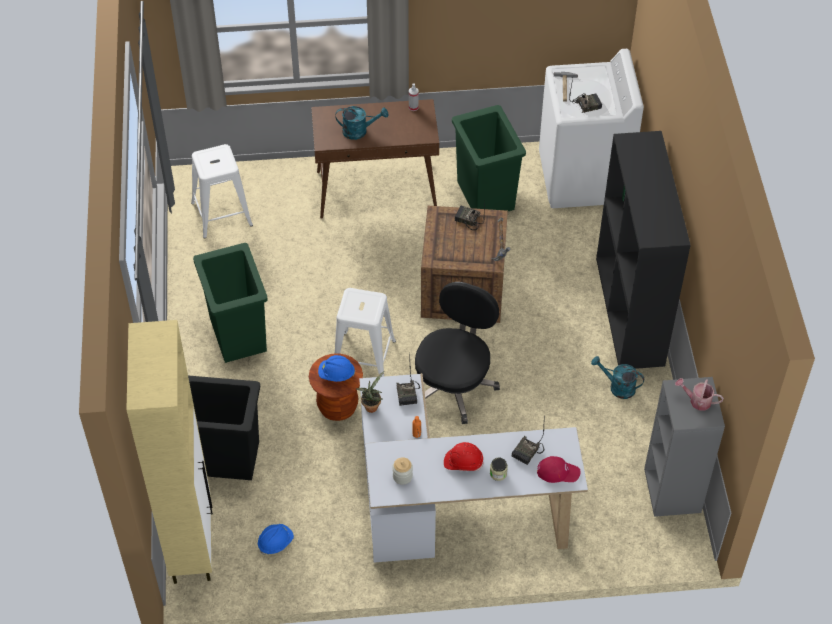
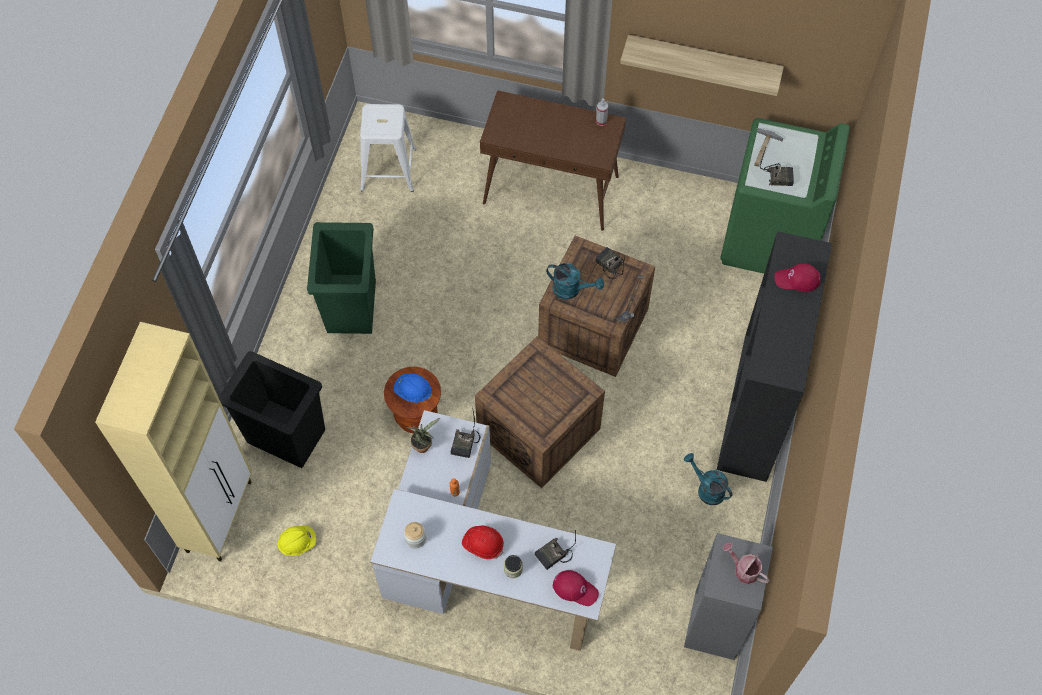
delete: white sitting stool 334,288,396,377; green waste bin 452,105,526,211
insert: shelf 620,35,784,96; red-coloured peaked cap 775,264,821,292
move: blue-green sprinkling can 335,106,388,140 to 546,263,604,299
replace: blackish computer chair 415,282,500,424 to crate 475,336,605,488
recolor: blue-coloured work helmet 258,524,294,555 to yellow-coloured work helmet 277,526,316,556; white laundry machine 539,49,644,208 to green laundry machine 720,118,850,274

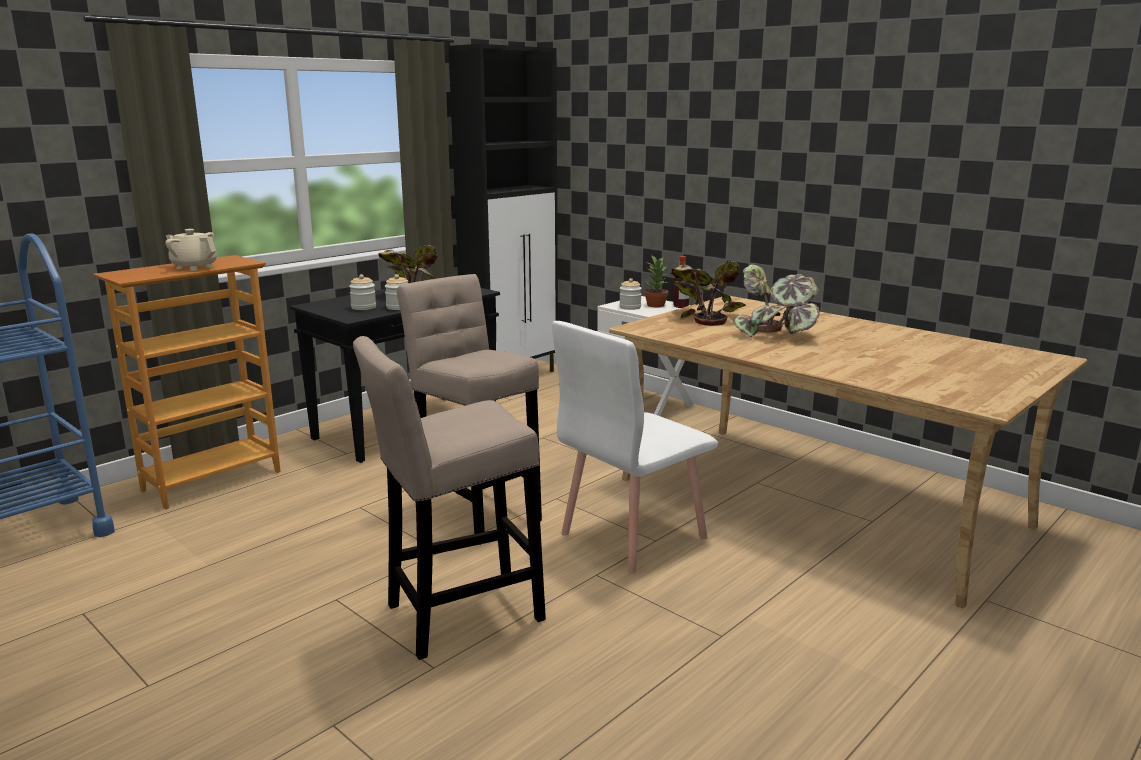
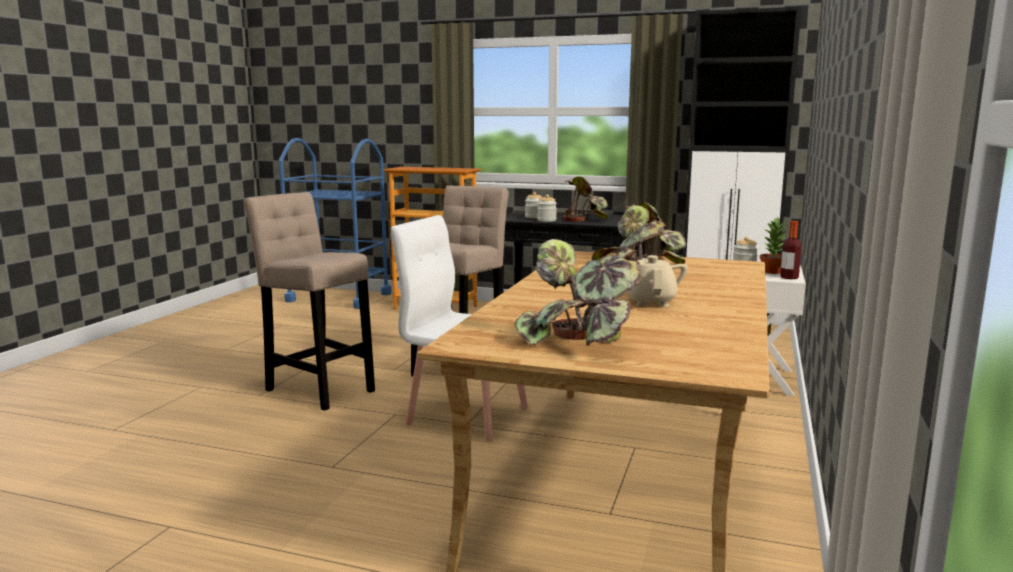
insert: plant in a pot 515,239,642,346
move: sand-coloured pot for tea 165,229,217,271 to 627,255,688,307

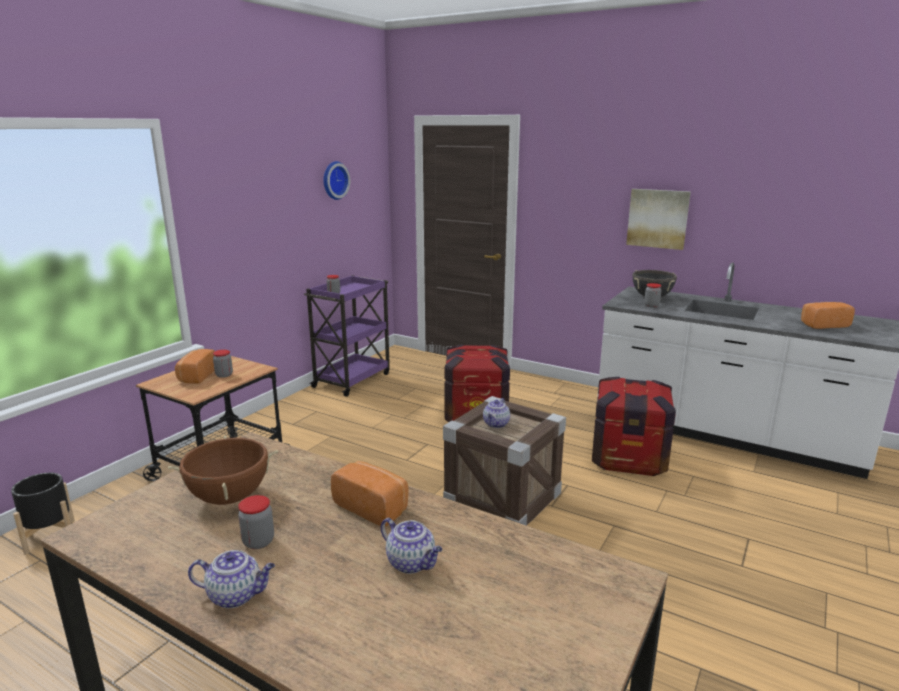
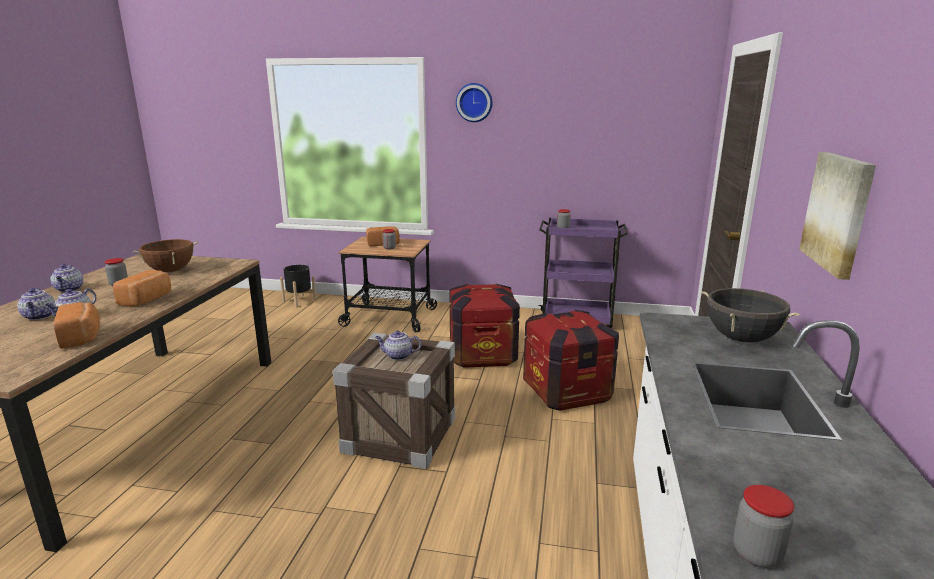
insert: pot for tea 17,288,55,320
move: bakery bread 801,302,855,329 to 53,302,100,349; crate 592,377,676,476 to 449,284,520,368; hanging clock 323,161,350,200 to 456,83,493,122; jar 644,283,662,307 to 733,485,794,567

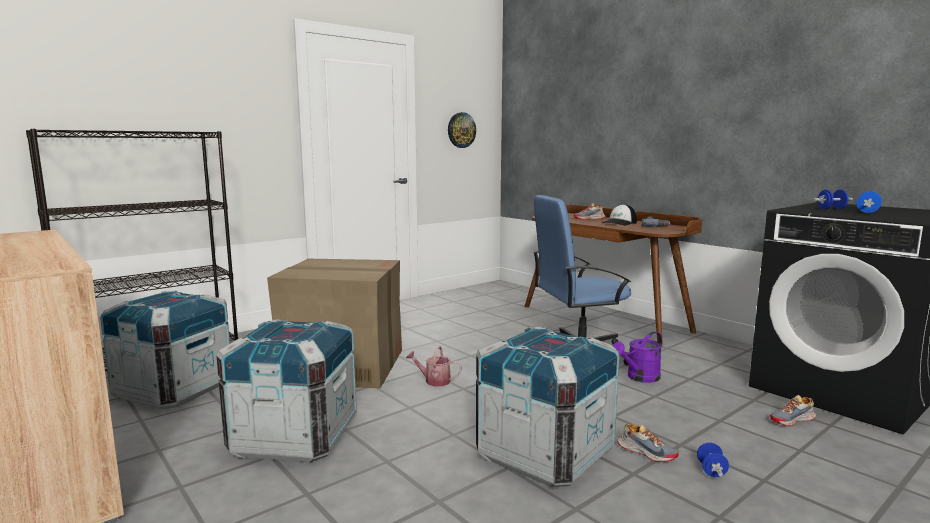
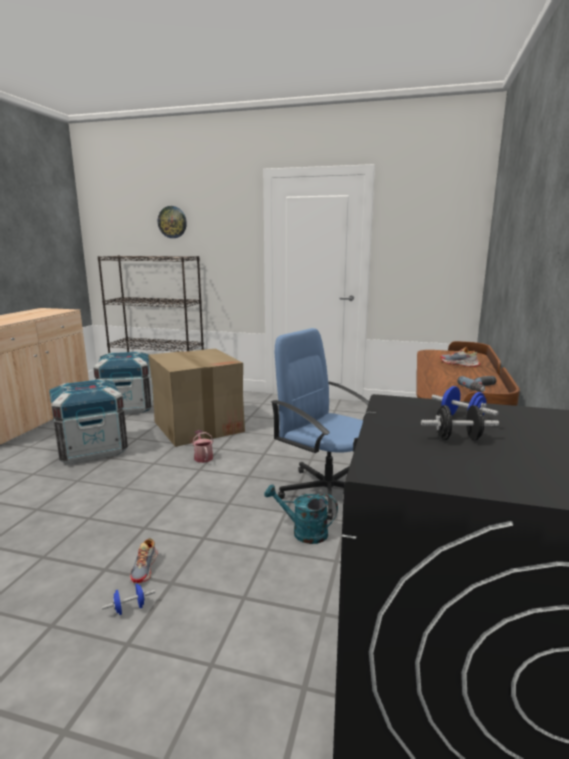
delete: crate 476,327,620,487; peaked cap 602,204,637,226; item of footwear 770,395,816,426
move: hanging clock 448,112,476,148 to 158,206,187,238
recolor: purple sprinkling can 613,332,662,383 to blue-green sprinkling can 264,484,338,544; blue-coloured free weight 856,191,882,213 to blackish free weight 421,405,499,440

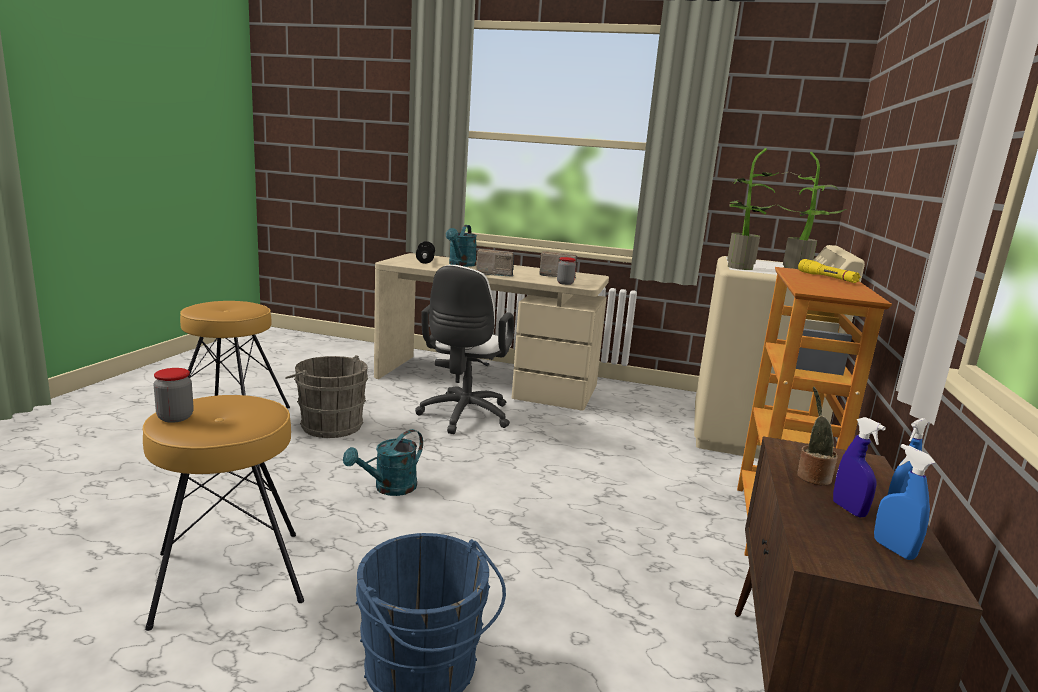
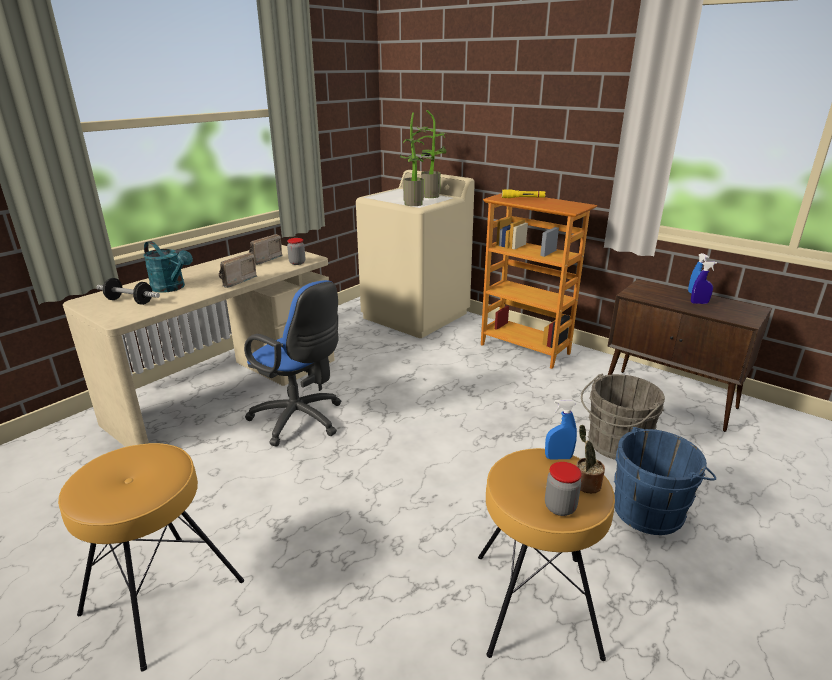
delete: blue-green sprinkling can 343,429,423,496
move: blue-coloured hand sprayer 874,444,936,560 to 545,399,577,460; plant in a pot 797,386,837,486 to 576,425,605,493; grey water bucket 285,355,368,438 to 581,374,665,460
recolor: white computer chair 415,265,514,434 to blue-coloured computer chair 244,280,341,446

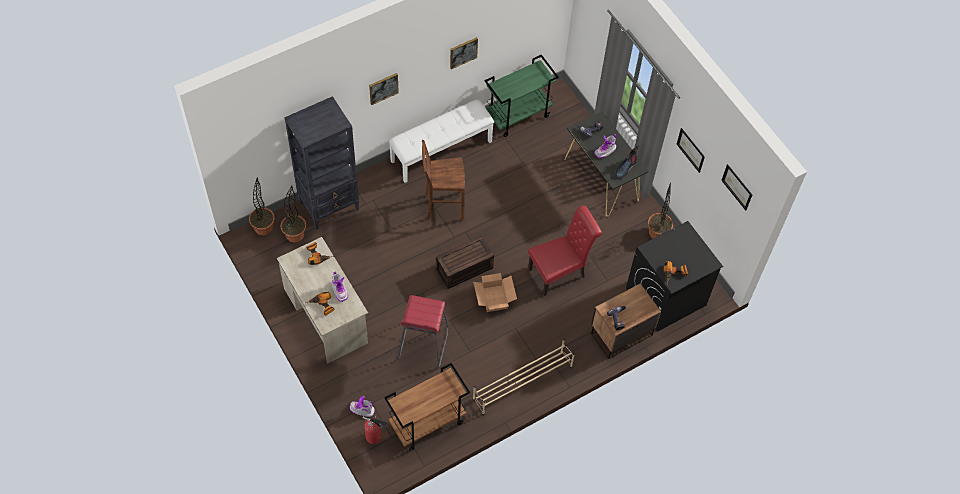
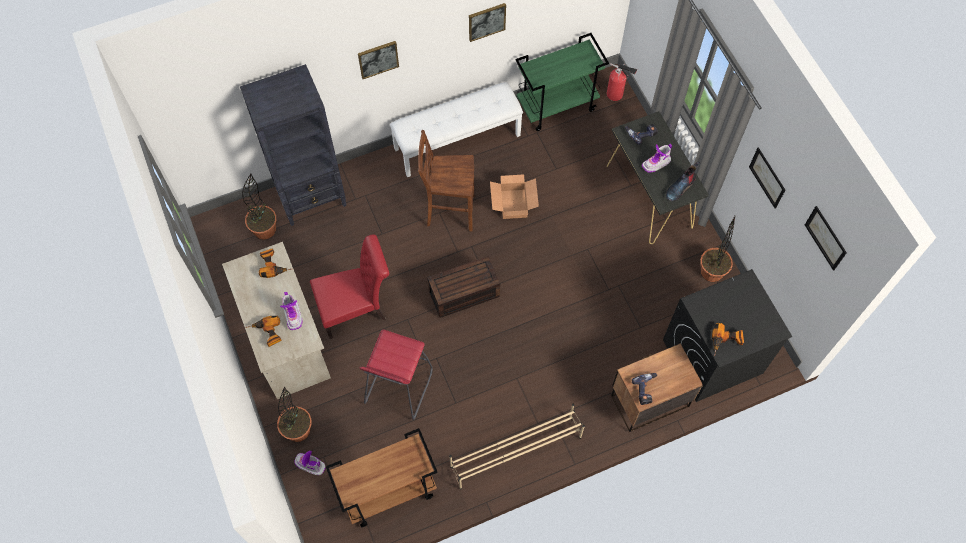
move: plant in a pot 249,177,275,236 to 277,387,312,442; red-coloured plain chair 528,206,602,296 to 310,234,389,339; packing box 473,273,517,312 to 490,174,539,219; fire-fighting cylinder 363,416,388,444 to 607,63,637,101

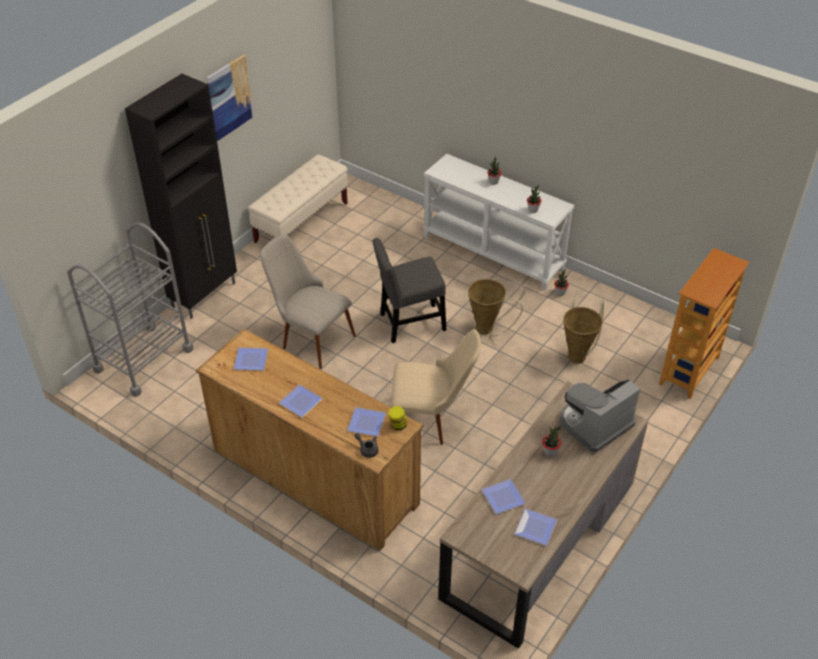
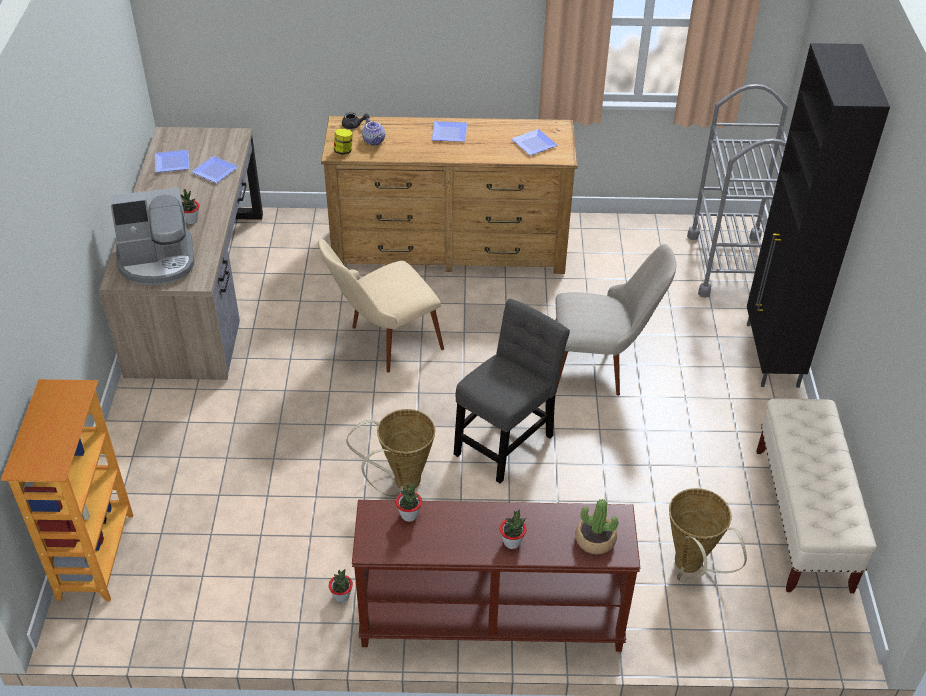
delete: picture 206,54,253,141
insert: plant in a pot 575,499,618,554
move: basket 563,294,604,364 to 669,488,747,583
replace: plate 347,407,386,437 to pot for tea 362,118,385,145
recolor: white hall table 423,154,575,291 to brown-coloured hall table 352,500,640,652
rotate: coffee maker 560,379,640,452 = 111,187,194,285 60 degrees clockwise

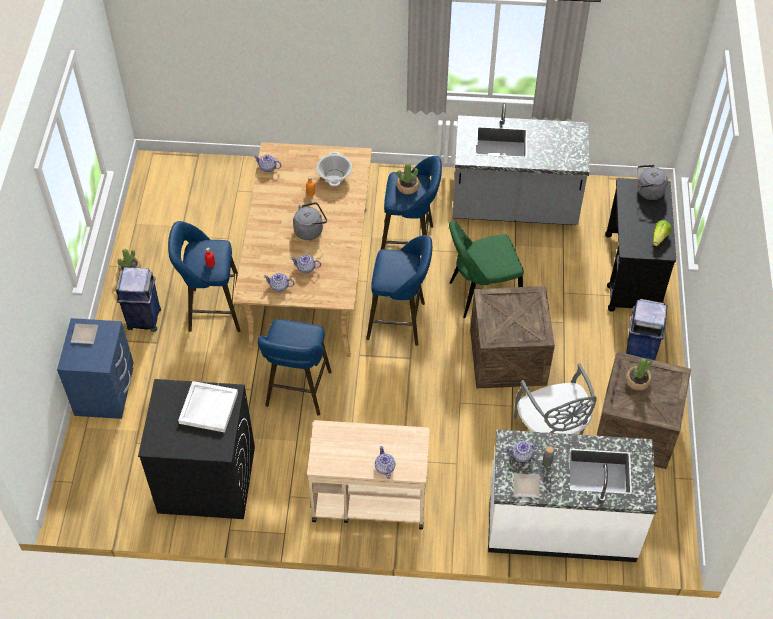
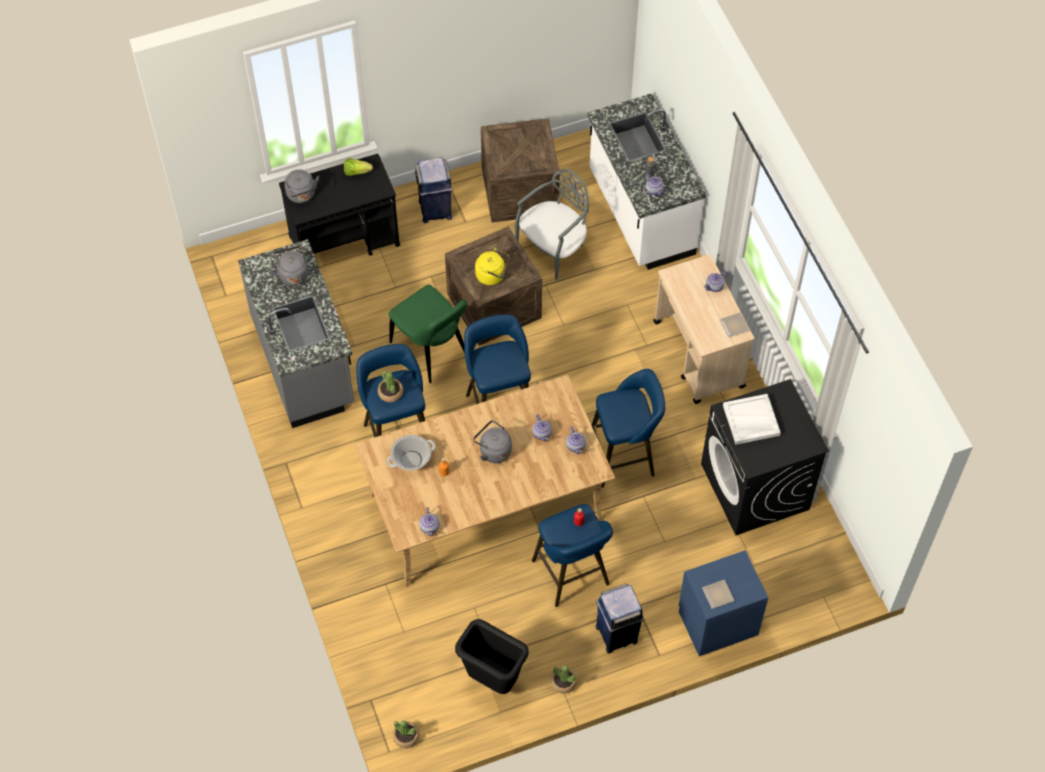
insert: grey water kettle 270,246,309,286; blackish waste bin 455,619,529,694; yellow-coloured water kettle 475,248,509,285
move: plant in a pot 626,358,651,391 to 393,720,420,748; plate 513,473,540,498 to 719,313,750,337

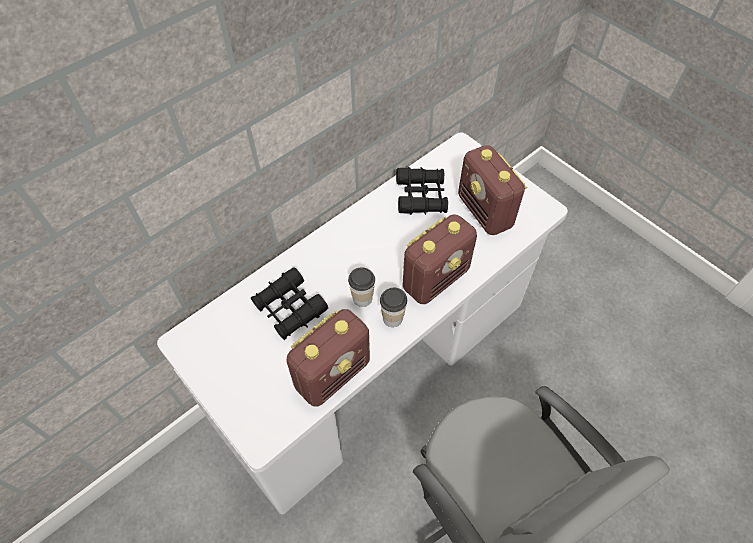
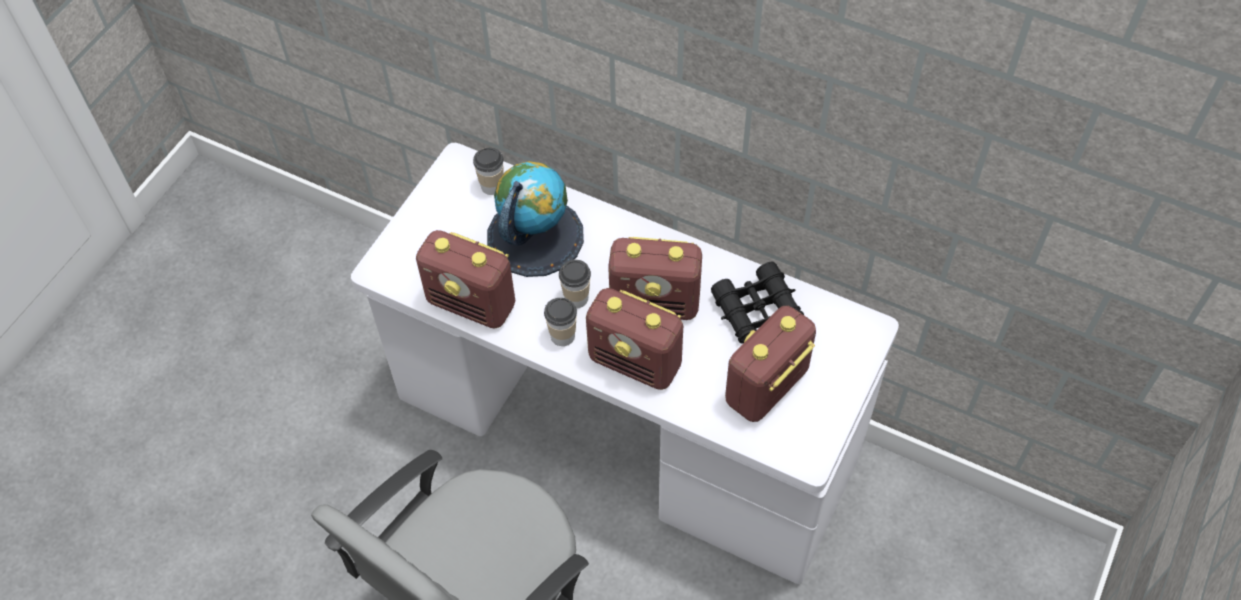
insert: cup 473,147,504,195; radio set 608,237,702,320
replace: blackish field glasses 251,267,328,340 to globe 487,161,584,277

